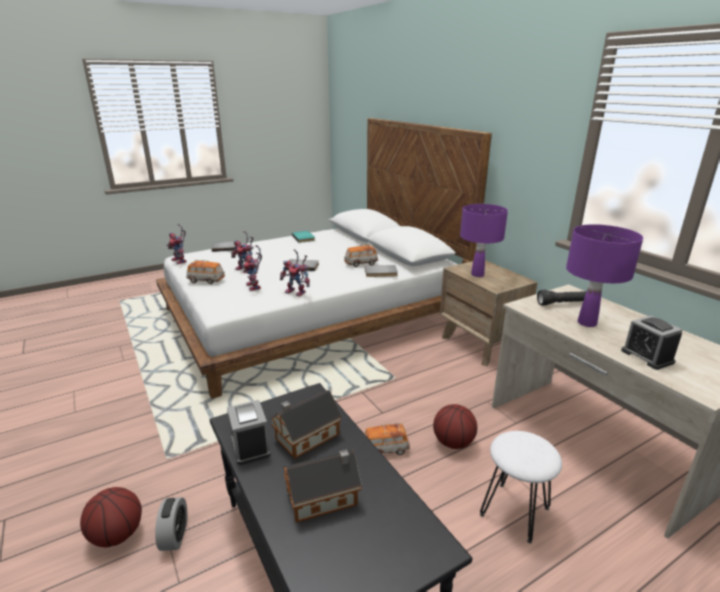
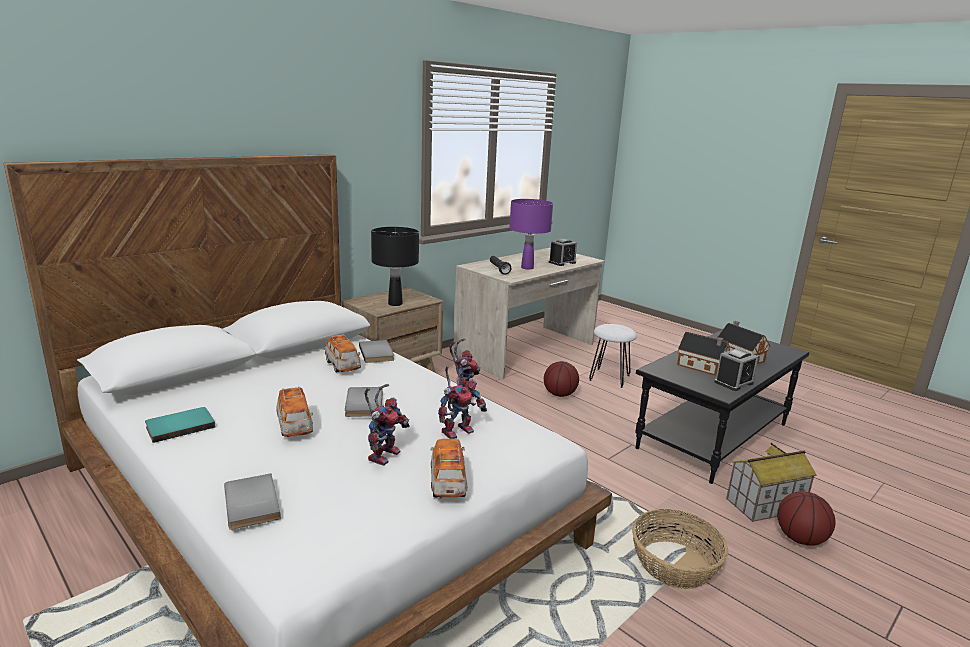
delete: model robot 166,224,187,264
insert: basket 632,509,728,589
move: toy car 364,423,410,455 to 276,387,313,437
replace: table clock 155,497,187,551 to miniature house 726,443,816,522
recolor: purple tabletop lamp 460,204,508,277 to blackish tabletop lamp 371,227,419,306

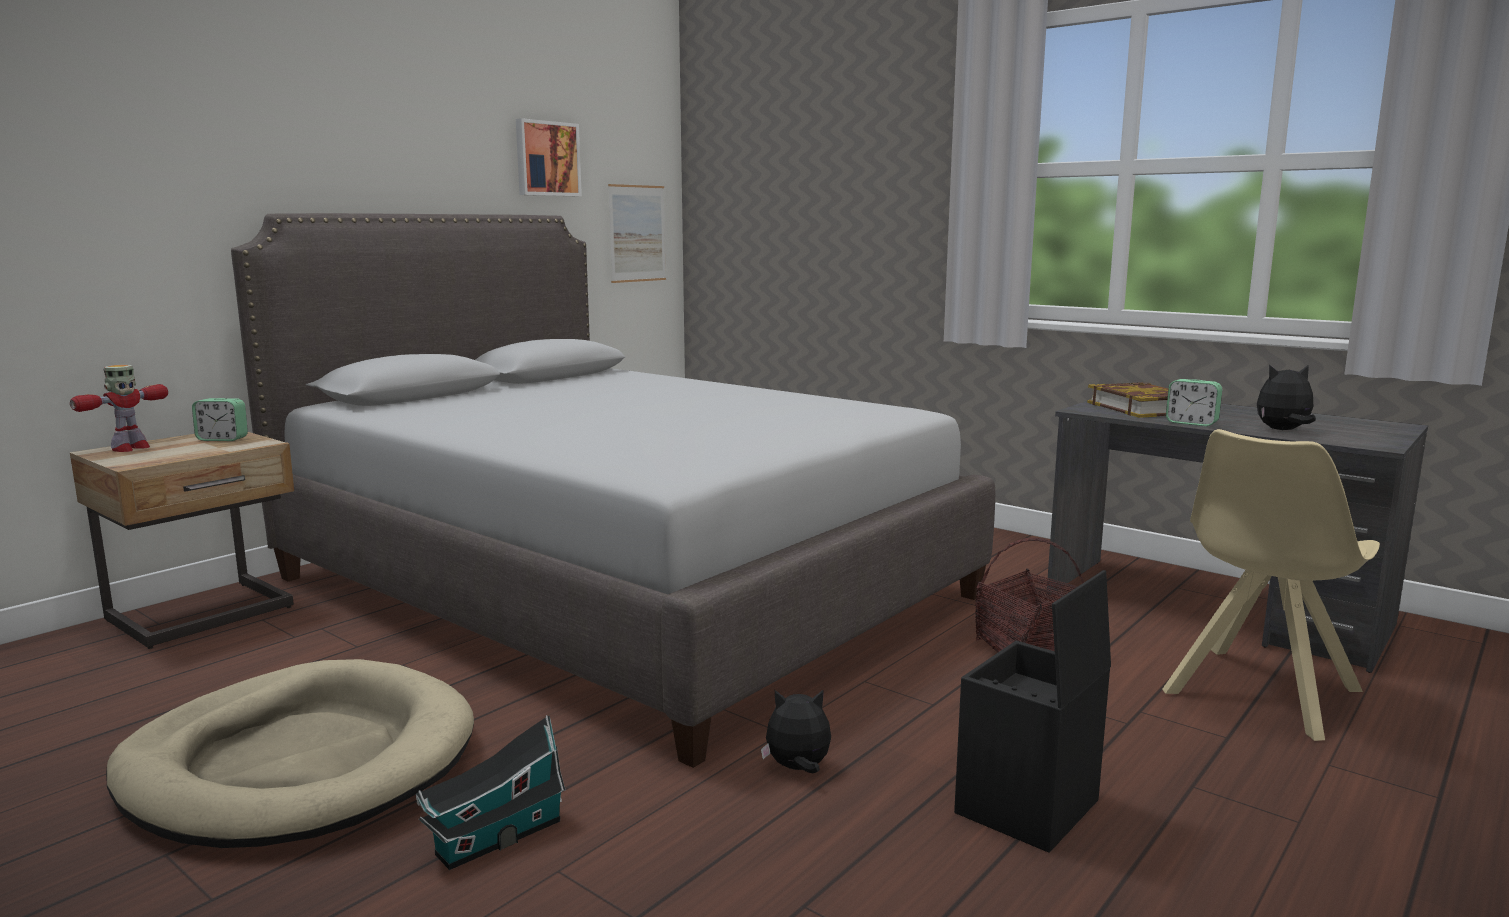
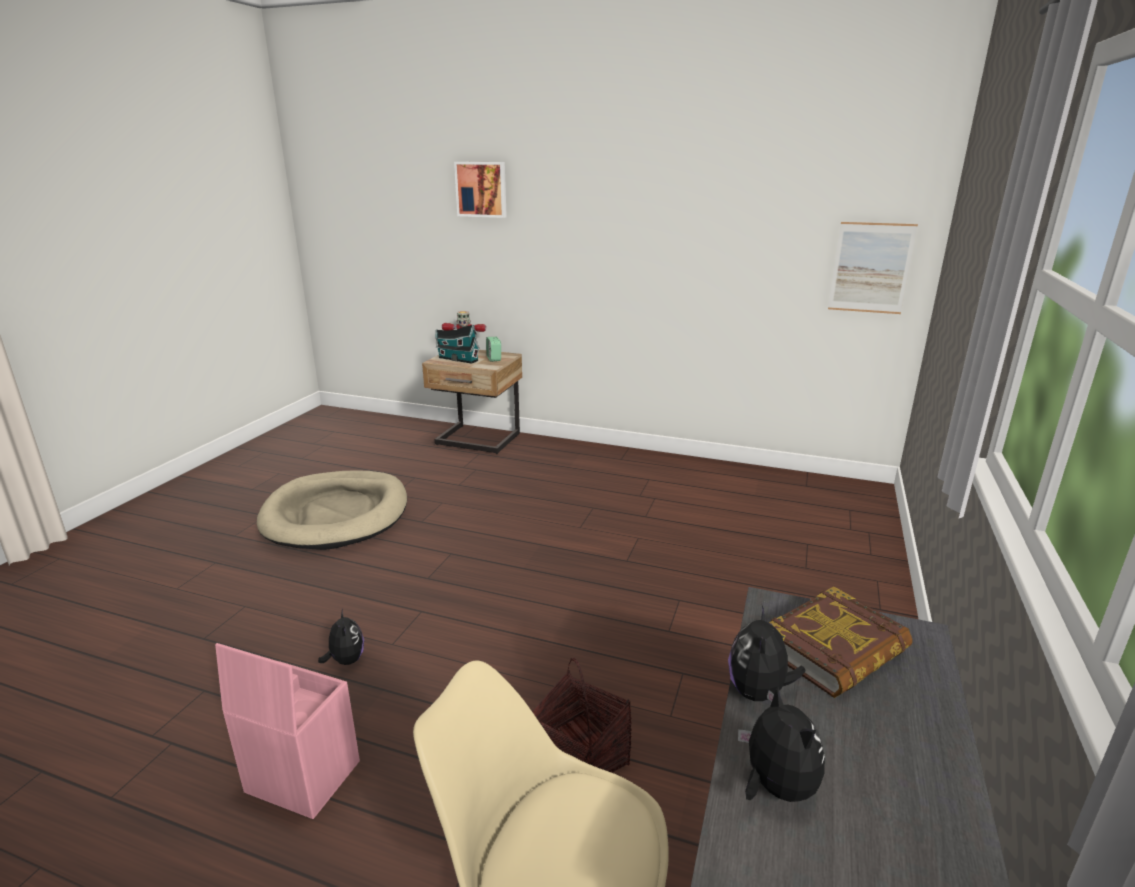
delete: grey bedroom bed 231,213,995,768
move: miniature house 416,715,565,870 to 435,325,480,364; picture 516,118,582,196 to 454,162,507,218
replace: table clock 1166,379,1222,427 to soft toy 728,606,805,702
recolor: blackish storage container 954,570,1111,853 to pinkish storage container 215,643,360,819

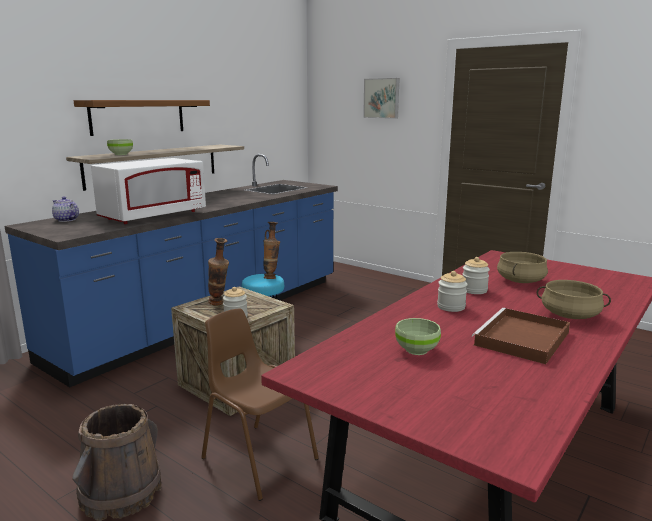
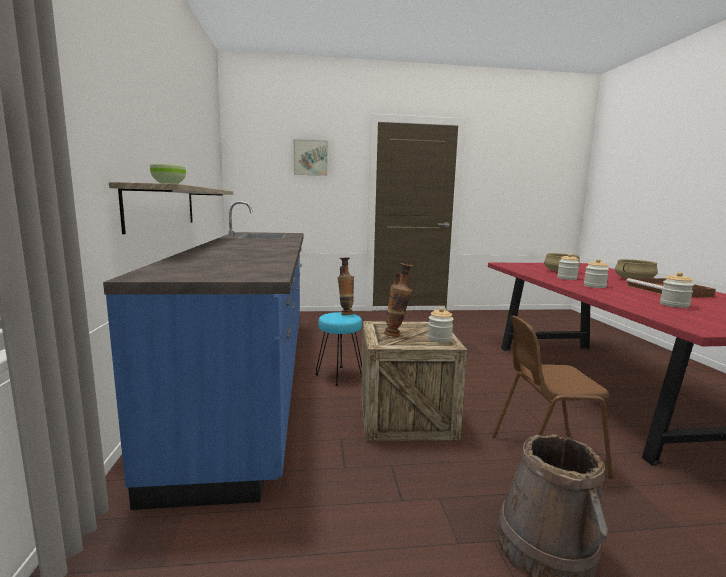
delete: pot for tea 52,196,79,222; shelf 73,100,210,136; white microwave 91,158,206,224
replace: green bowl 395,318,441,355 to jar 660,272,694,308

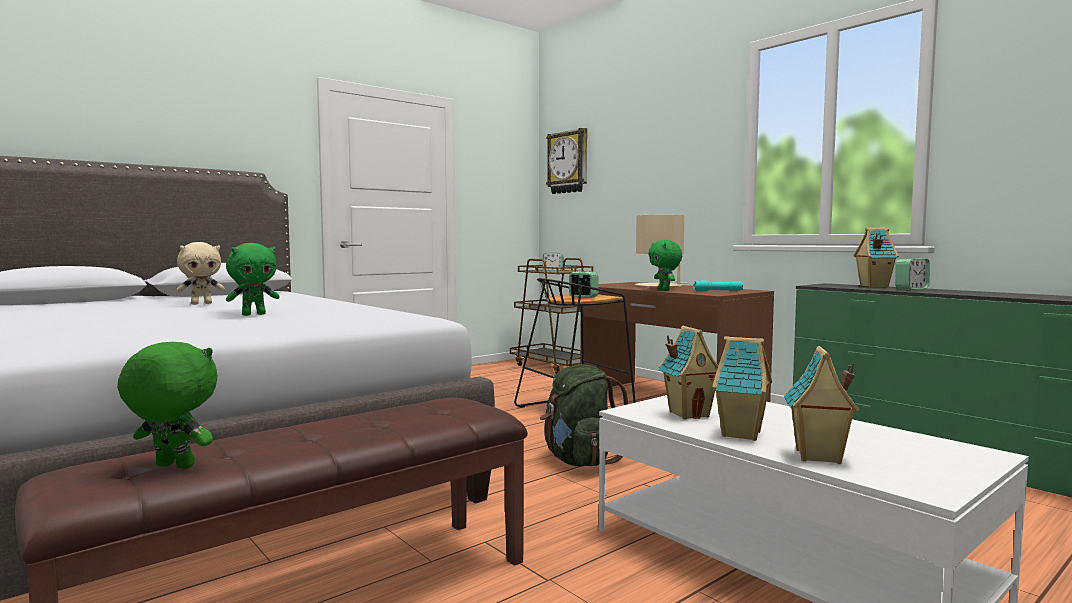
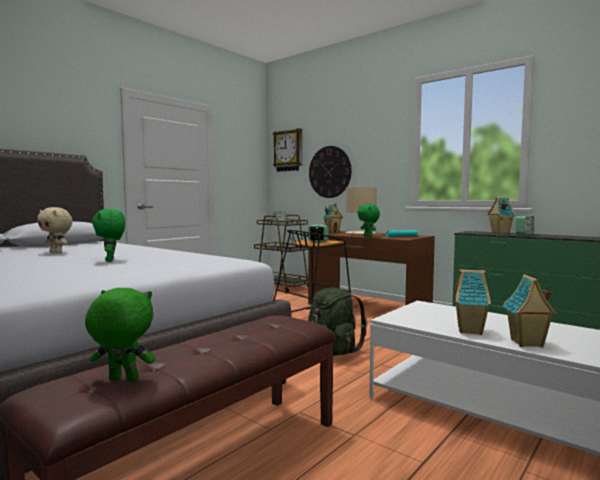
insert: hanging clock 309,146,352,198
move: miniature house 658,326,719,420 to 323,203,343,233
rotate: sand-coloured soft toy 176,242,225,305 = 37,207,73,253 75 degrees clockwise; green soft toy 226,243,280,316 = 92,209,125,262 120 degrees clockwise

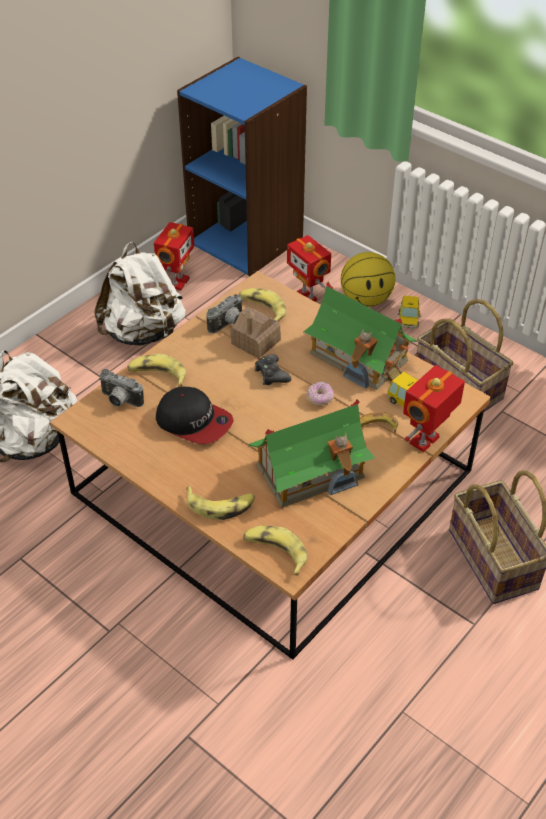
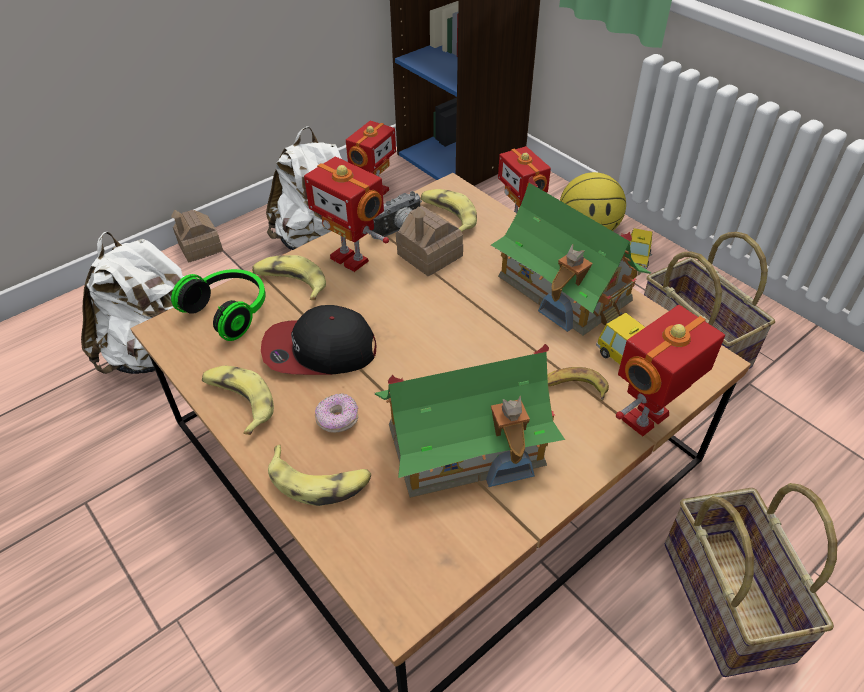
delete: blackish joypad 255,354,291,385
insert: miniature house 171,210,223,262; model robot 304,156,389,272
move: banana 243,525,307,575 to 202,366,274,435; donut 306,381,334,406 to 315,393,358,433
replace: still camera 99,369,144,407 to headphones 171,269,266,341
rotate: peaked cap 156,387,234,444 = 261,305,376,375 135 degrees clockwise

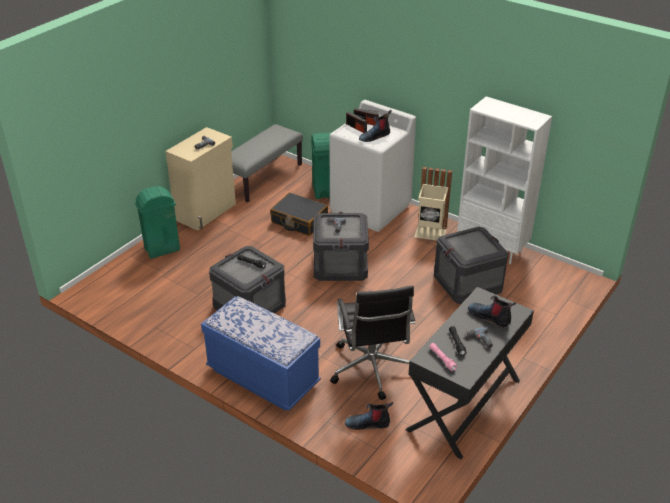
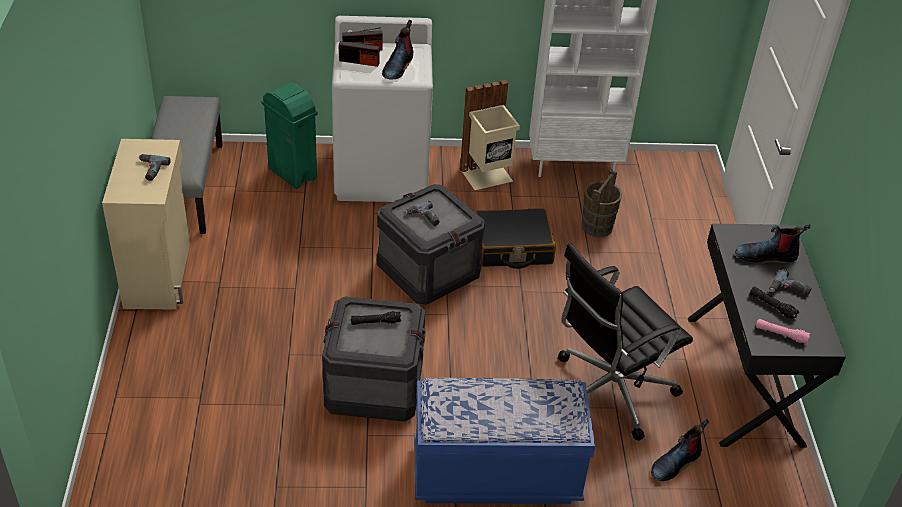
delete: green waste bin 135,186,180,259
move: blackish piece of luggage 270,192,328,236 to 475,208,556,269
replace: crate 434,227,508,304 to brown-coloured water bucket 582,170,622,237
rotate: blackish computer chair 330,286,415,400 = 558,243,693,441 105 degrees clockwise

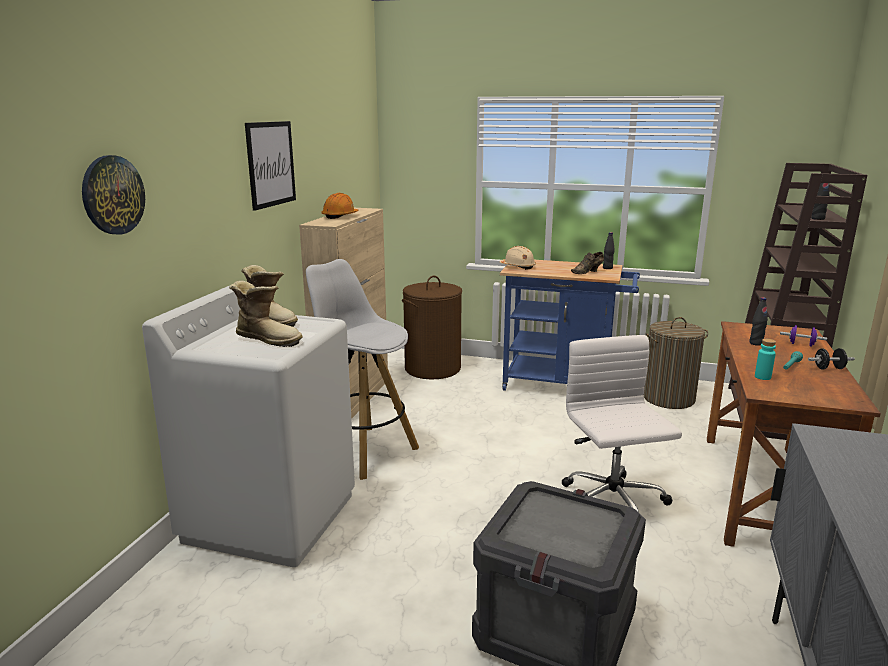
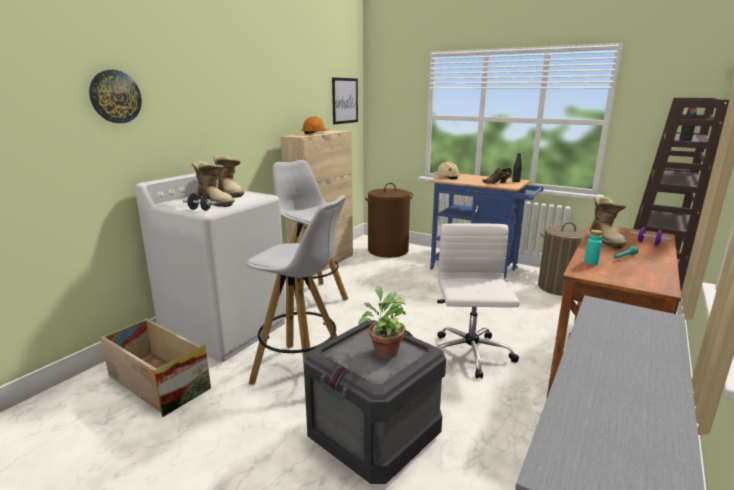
insert: crate 100,318,211,417; white sitting stool 246,195,346,384; plant in a pot 358,286,407,359
move: blackish free weight 808,348,855,369 to 183,193,216,211; picture 245,121,296,211 to 332,77,358,124
replace: blackish drink bottle 749,297,768,346 to tall boot 590,196,627,248

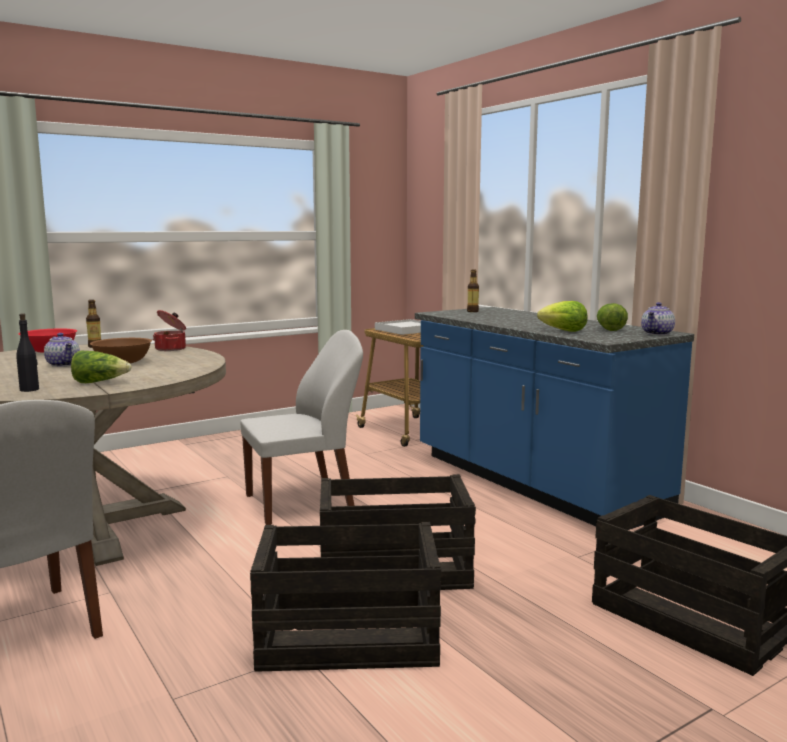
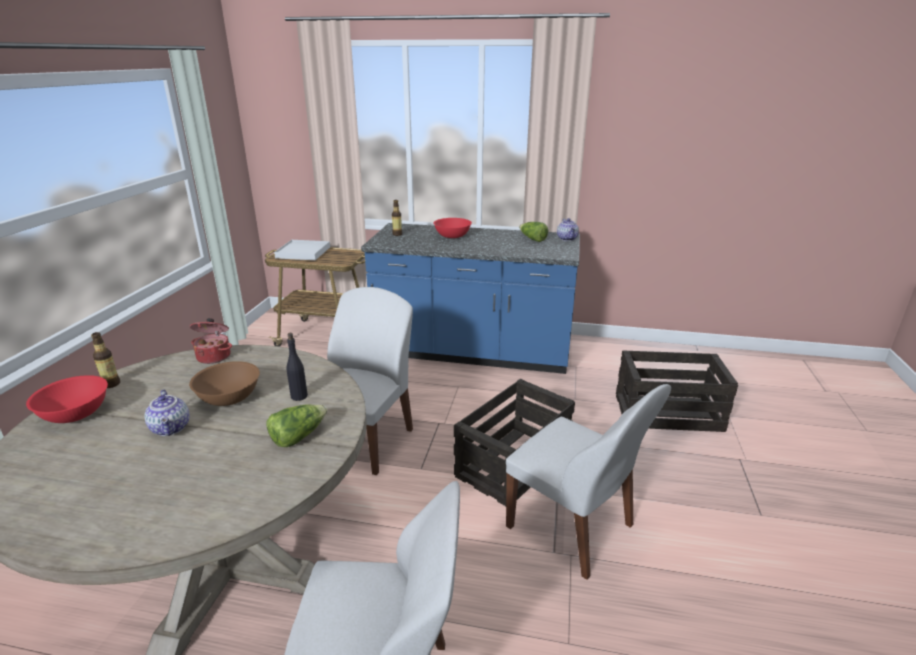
delete: head of lettuce 537,301,588,332
insert: red-coloured bowl 433,218,472,238
move: blackish drink bottle 16,313,39,392 to 286,333,308,401
replace: crate 250,522,441,672 to white plain chair 506,384,671,580
rotate: pot for tea 44,333,80,367 = 145,390,190,436 60 degrees clockwise

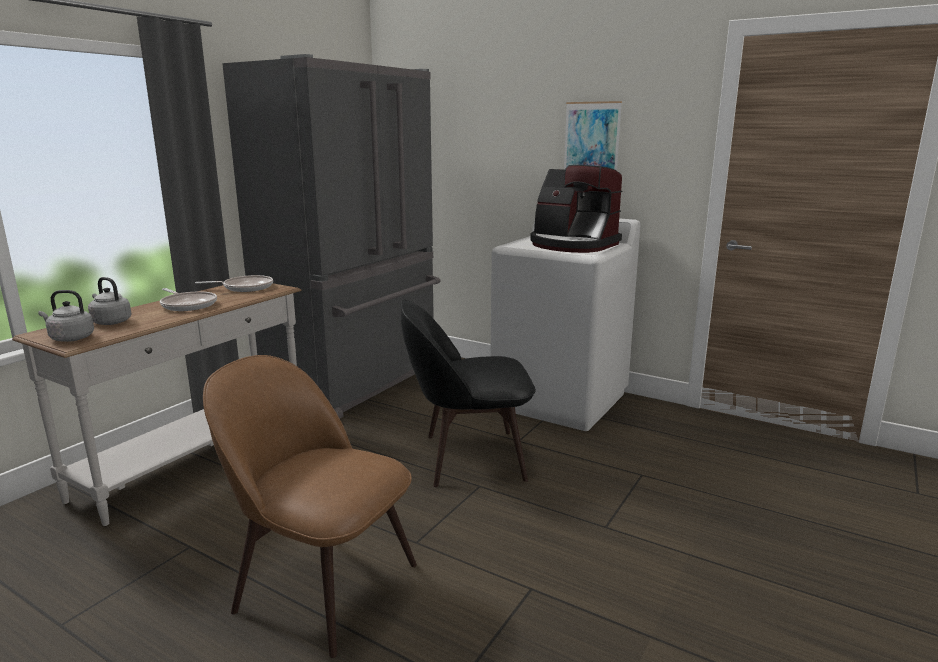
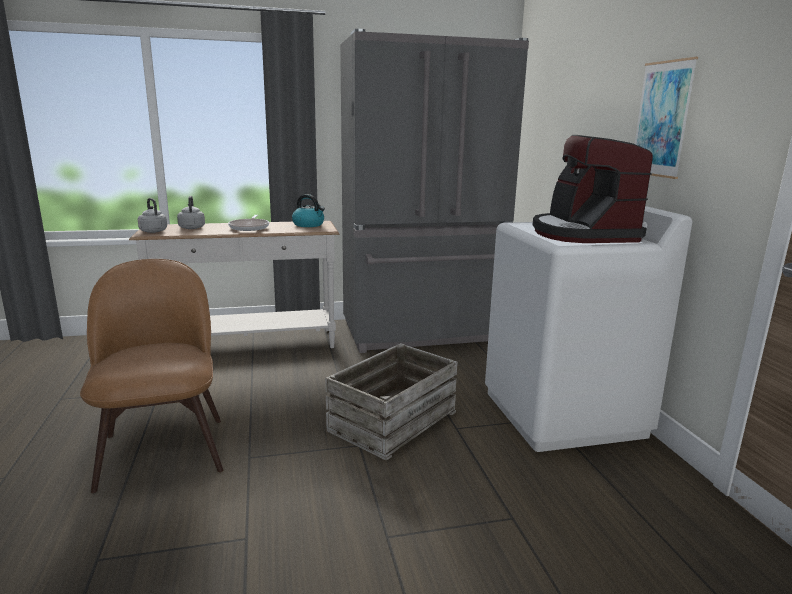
replace: skillet 195,275,273,292 to water kettle 292,194,325,227; blackish plain chair 401,299,536,487 to crate 325,343,458,461

